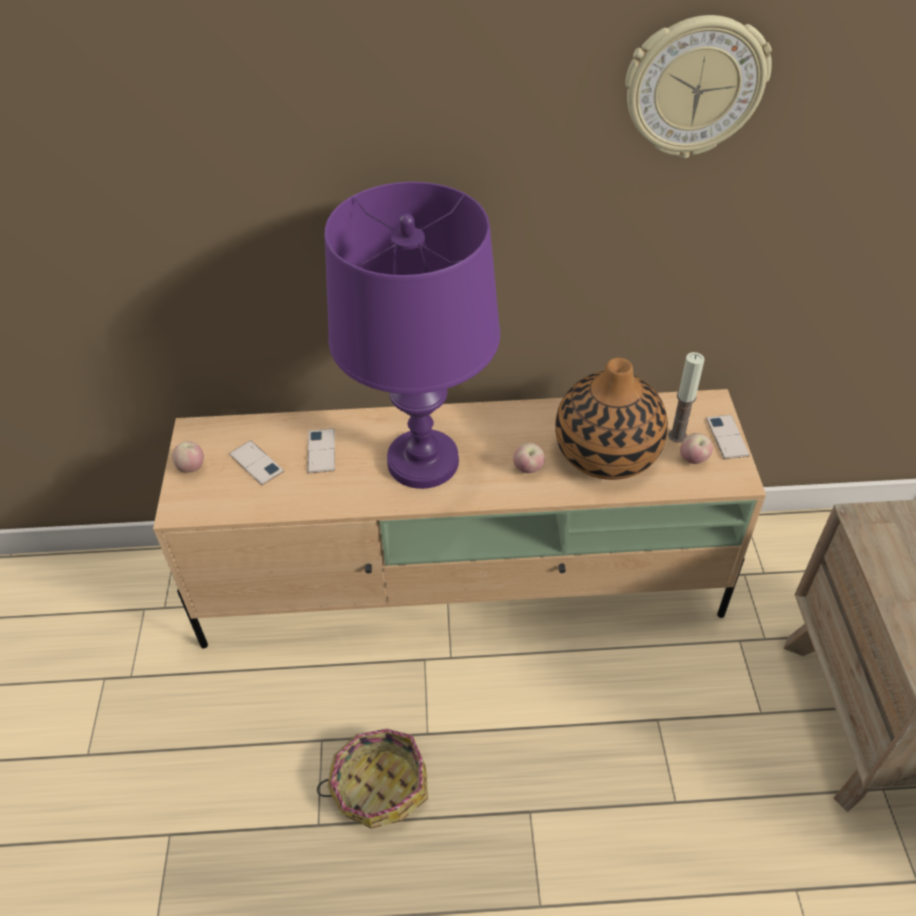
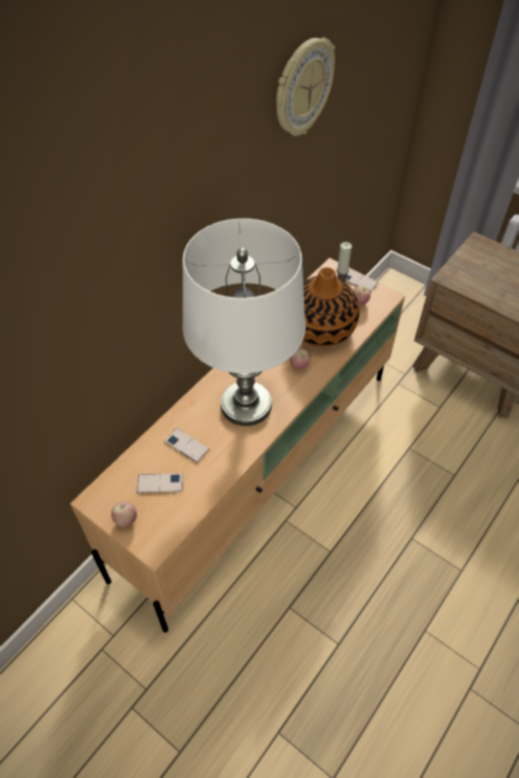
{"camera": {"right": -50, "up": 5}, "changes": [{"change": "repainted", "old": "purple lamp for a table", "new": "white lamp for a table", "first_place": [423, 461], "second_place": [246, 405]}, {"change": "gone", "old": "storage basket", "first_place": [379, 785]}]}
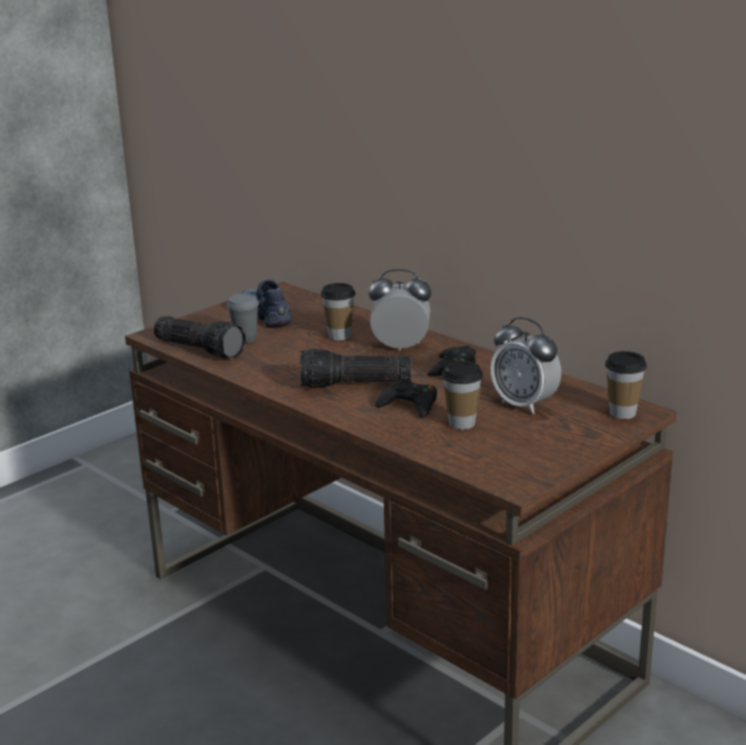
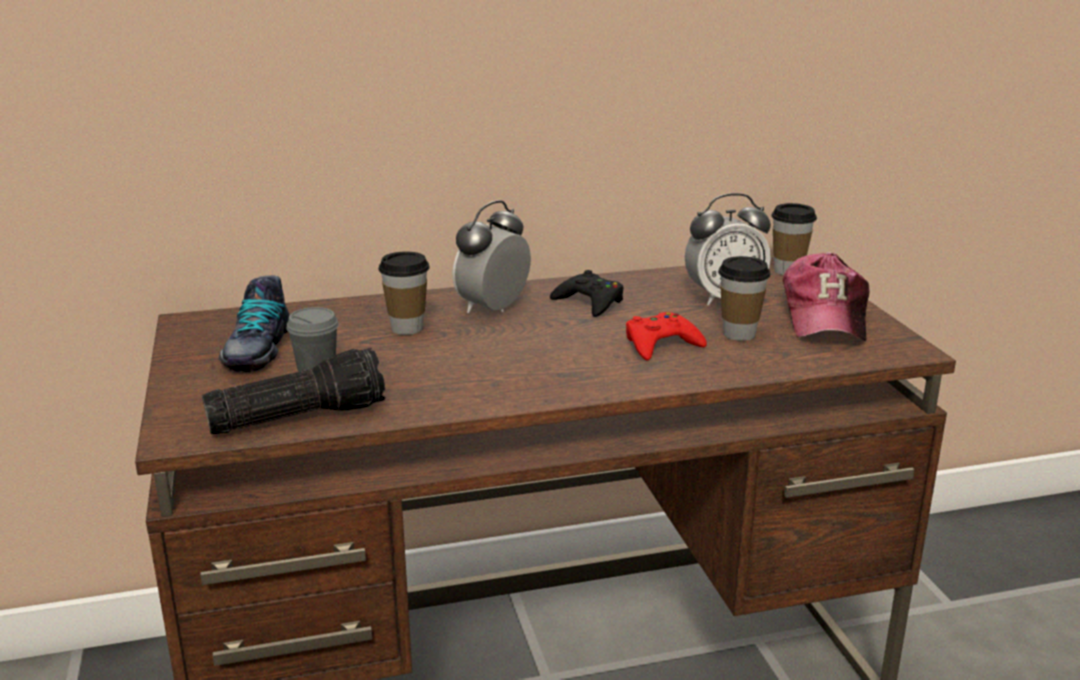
{"camera": {"right": -60, "up": 0}, "changes": [{"change": "rotated", "old": "low shoe", "first_place": [266, 314], "second_place": [256, 349], "degrees": -90}, {"change": "gone", "old": "hand torch", "first_place": [354, 385]}, {"change": "repainted", "old": "blackish gamepad", "new": "red gamepad", "first_place": [409, 405], "second_place": [661, 344]}, {"change": "new", "new": "peaked cap", "second_place": [825, 316]}]}
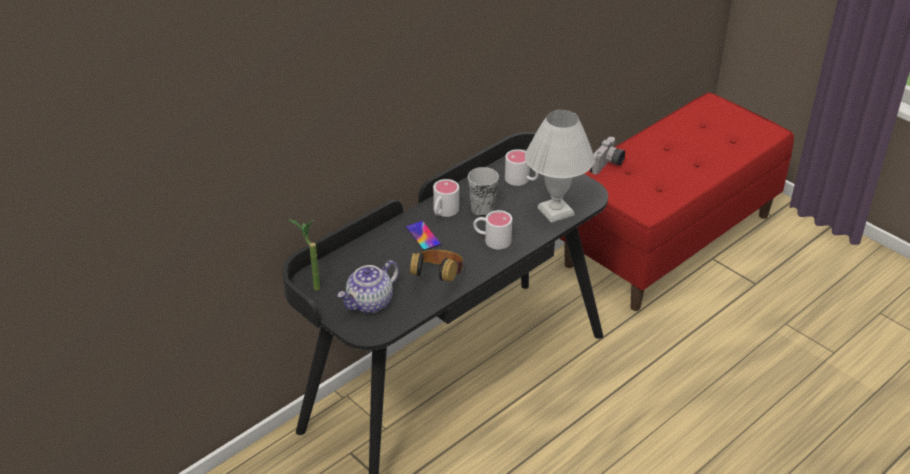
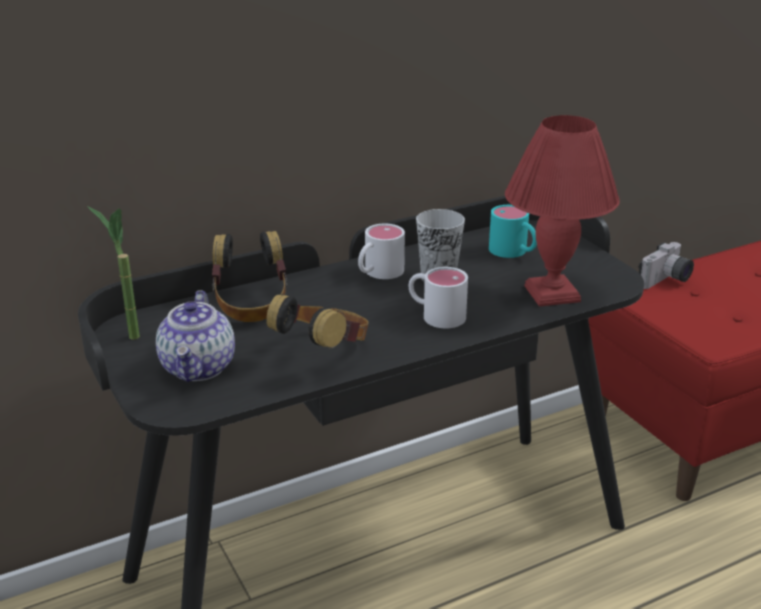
{"camera": {"right": 15, "up": -10}, "changes": [{"change": "repainted", "old": "white lamp for a table", "new": "red lamp for a table", "first_place": [556, 211], "second_place": [553, 293]}, {"change": "repainted", "old": "white tea mug", "new": "turquoise tea mug", "first_place": [522, 180], "second_place": [514, 252]}, {"change": "gone", "old": "telephone", "first_place": [423, 236]}, {"change": "rotated", "old": "pot for tea", "first_place": [370, 303], "second_place": [199, 368], "degrees": -60}, {"change": "new", "new": "headphones", "second_place": [251, 305]}]}
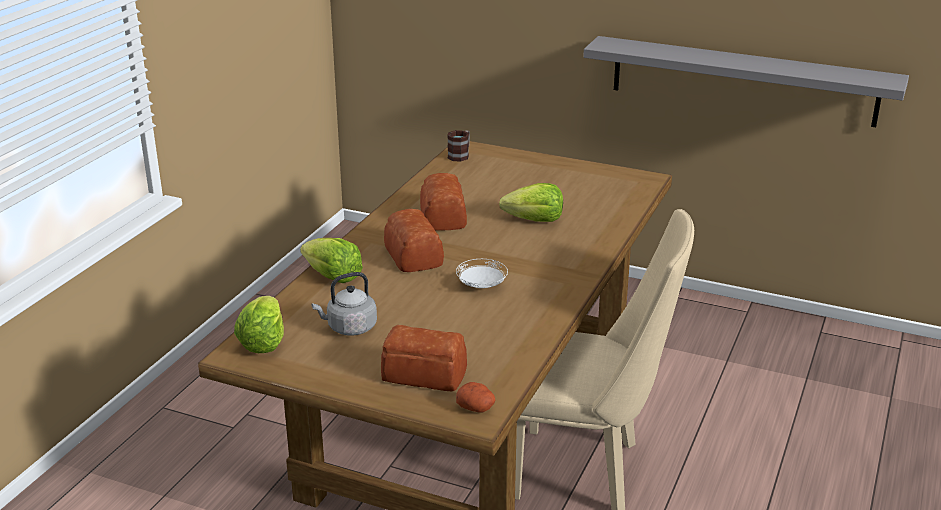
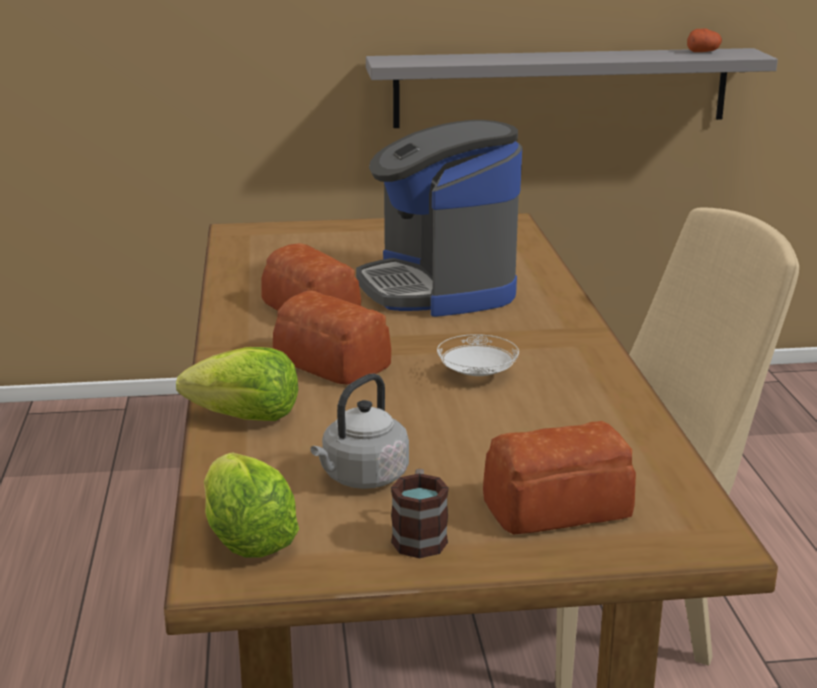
{"camera": {"right": -30, "up": -5}, "changes": [{"change": "shifted", "old": "tea mug", "first_place": [460, 155], "second_place": [419, 535]}, {"change": "swapped", "old": "head of lettuce", "new": "coffee machine", "first_place": [534, 220], "second_place": [438, 288]}, {"change": "shifted", "old": "spud", "first_place": [476, 408], "second_place": [703, 51]}]}
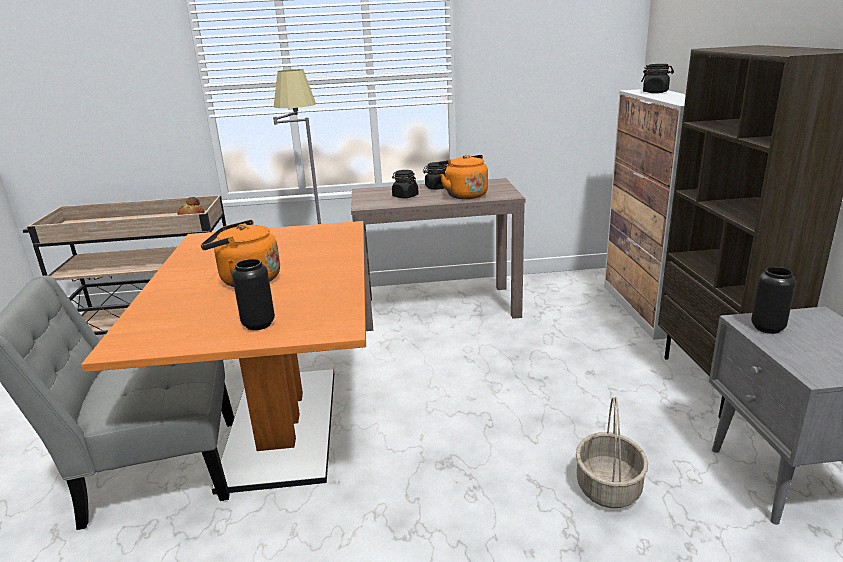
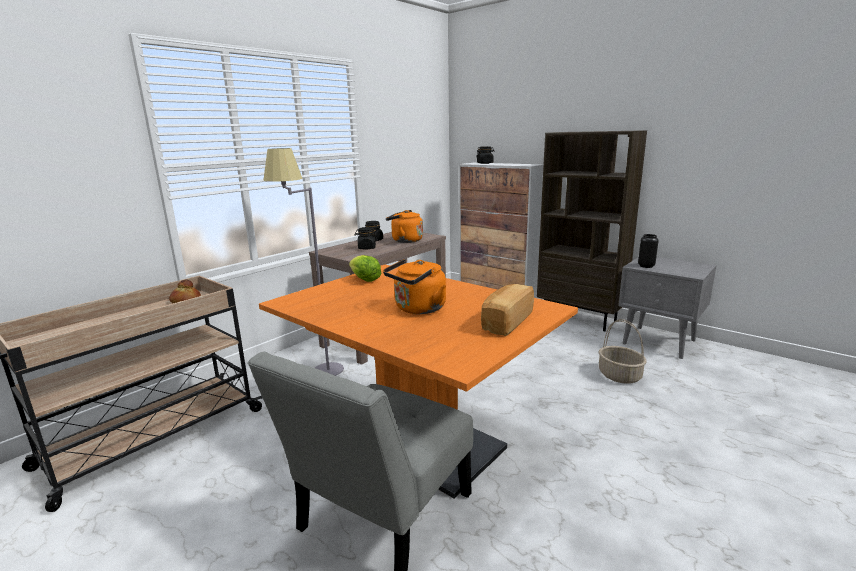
{"camera": {"right": -45, "up": -5}, "changes": [{"change": "swapped", "old": "blackish vase", "new": "bread", "first_place": [258, 324], "second_place": [505, 322]}, {"change": "new", "new": "head of lettuce", "second_place": [365, 280]}]}
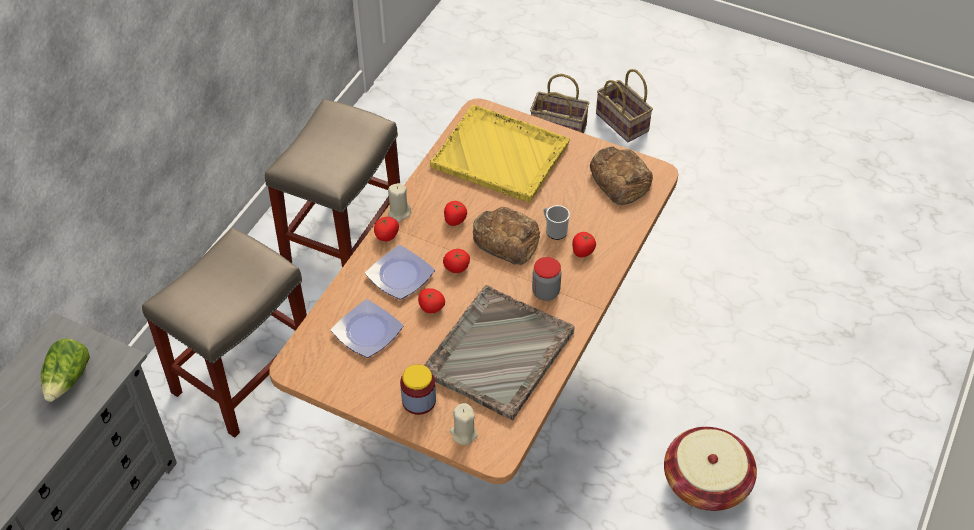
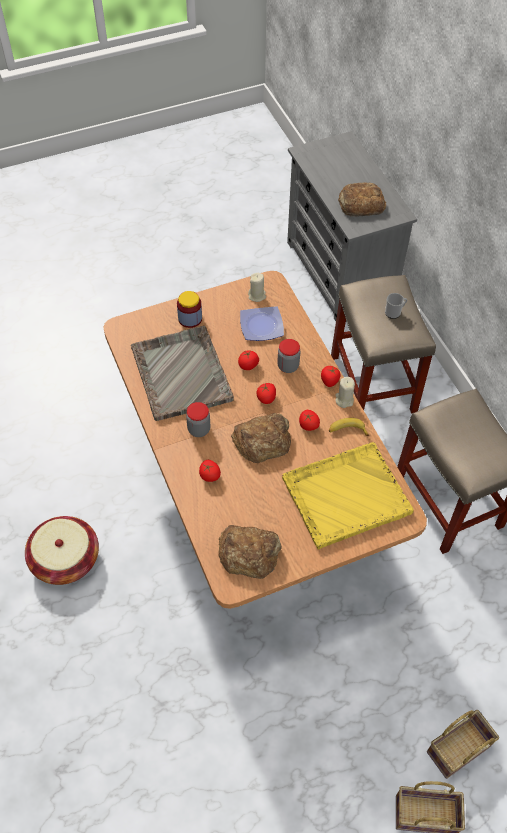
{"camera": {"right": 130, "up": 5}, "changes": [{"change": "shifted", "old": "tea mug", "first_place": [554, 230], "second_place": [394, 312]}, {"change": "swapped", "old": "dinner plate", "new": "preserve jar", "first_place": [400, 277], "second_place": [288, 366]}, {"change": "swapped", "old": "head of lettuce", "new": "bread", "first_place": [68, 379], "second_place": [360, 204]}, {"change": "shifted", "old": "sand-coloured candle", "first_place": [463, 433], "second_place": [257, 295]}, {"change": "new", "new": "banana fruit", "second_place": [347, 430]}]}
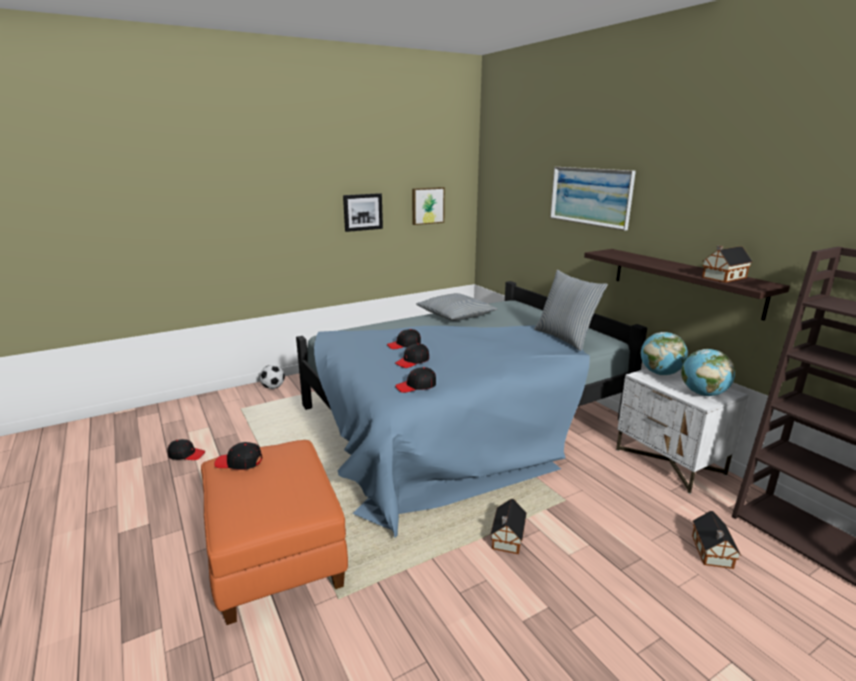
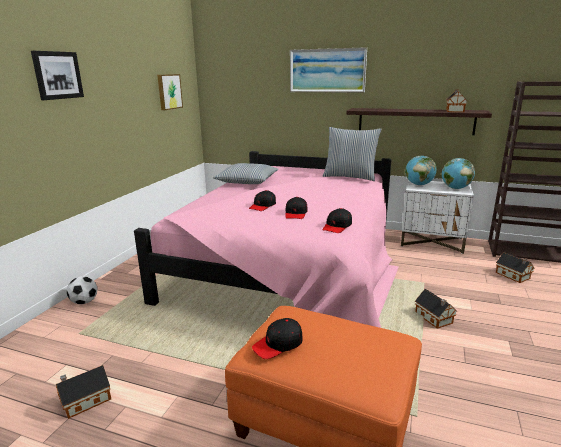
{"camera": {"right": -40, "up": 0}, "changes": [{"change": "shifted", "old": "wall picture", "first_place": [362, 212], "second_place": [57, 75]}, {"change": "repainted", "old": "blue bedroom bed", "new": "pinkish bedroom bed", "first_place": [460, 420], "second_place": [292, 264]}, {"change": "swapped", "old": "blackish peaked cap", "new": "model house", "first_place": [186, 454], "second_place": [84, 401]}]}
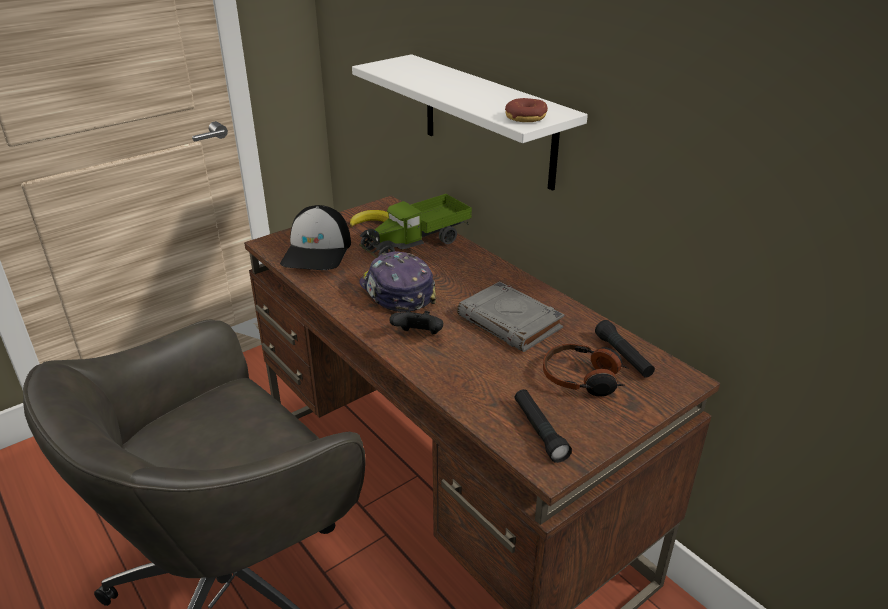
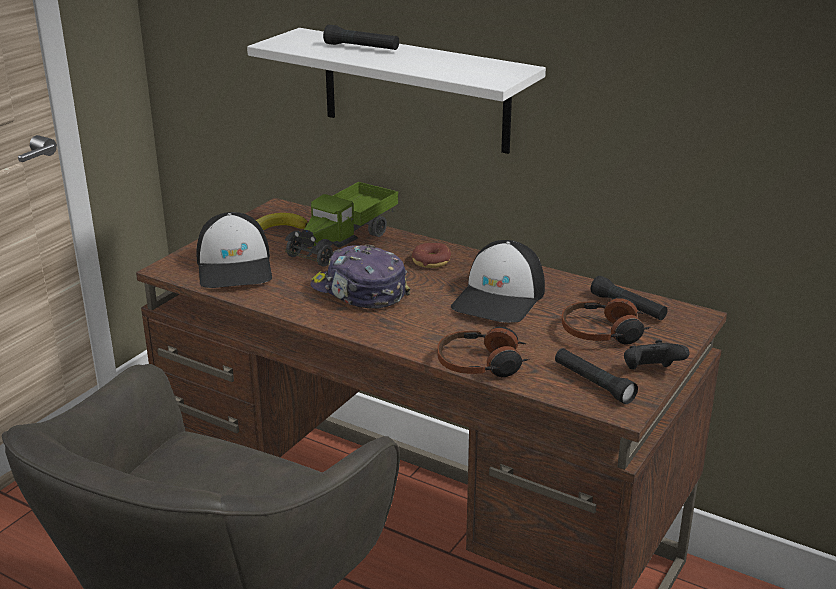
{"camera": {"right": -20, "up": -5}, "changes": [{"change": "shifted", "old": "donut", "first_place": [525, 117], "second_place": [431, 262]}, {"change": "swapped", "old": "grey volume", "new": "peaked cap", "first_place": [510, 322], "second_place": [500, 298]}, {"change": "shifted", "old": "blackish gamepad", "first_place": [418, 336], "second_place": [650, 372]}, {"change": "new", "new": "blackish hand torch", "second_place": [361, 48]}, {"change": "new", "new": "headphones", "second_place": [482, 364]}]}
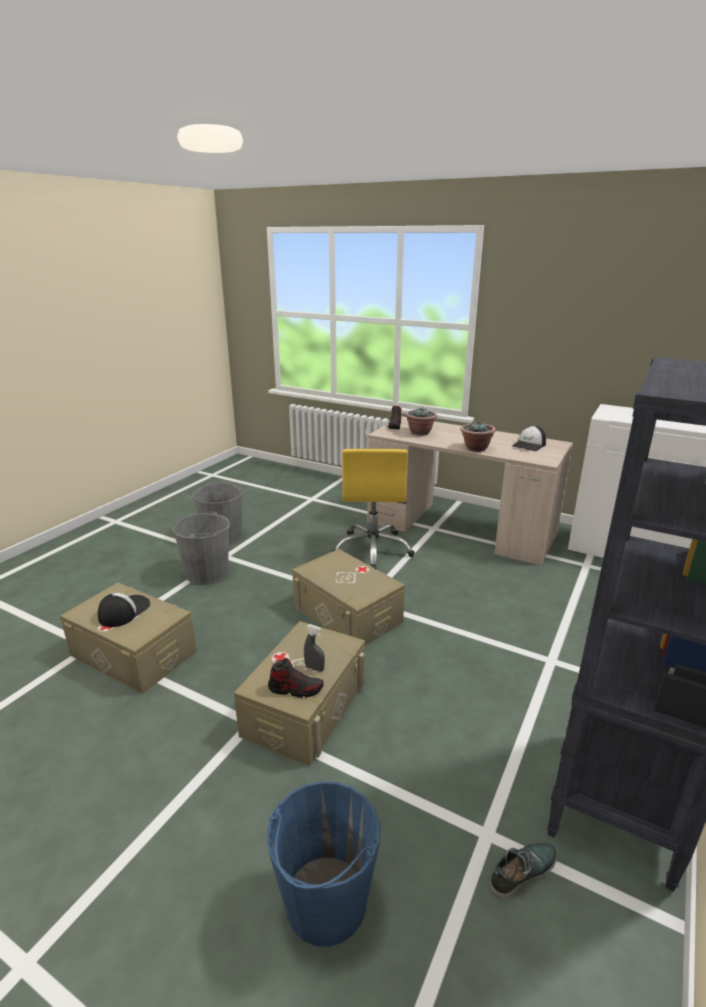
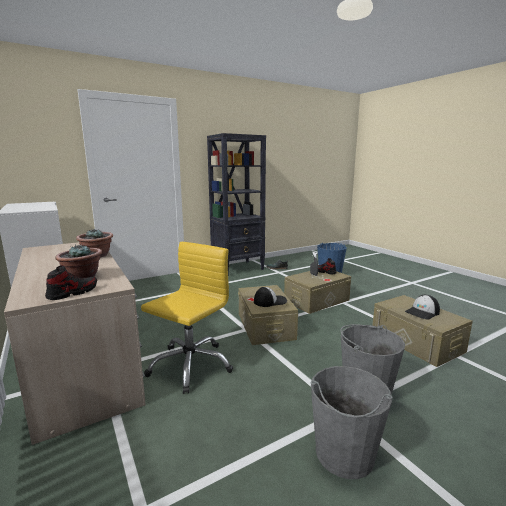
{"camera": {"right": -150, "up": -10}, "changes": [{"change": "shifted", "old": "peaked cap", "first_place": [529, 445], "second_place": [270, 301]}]}
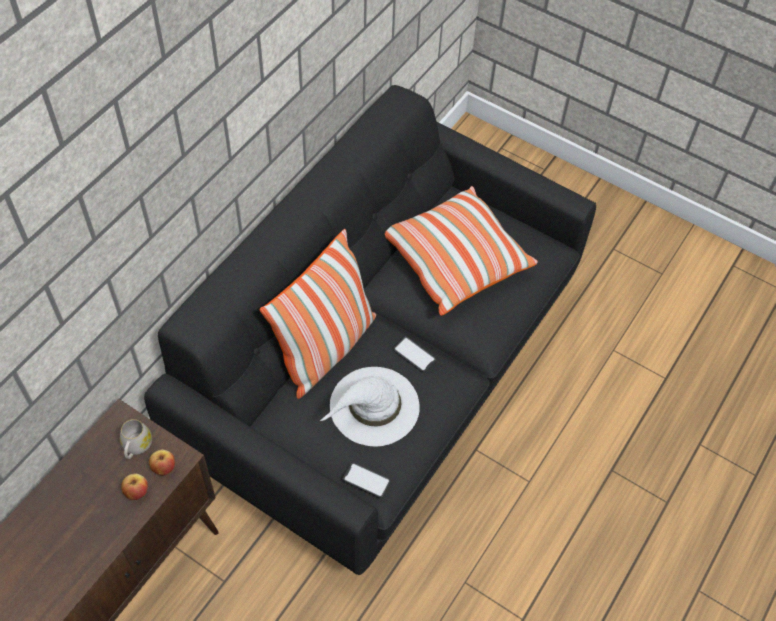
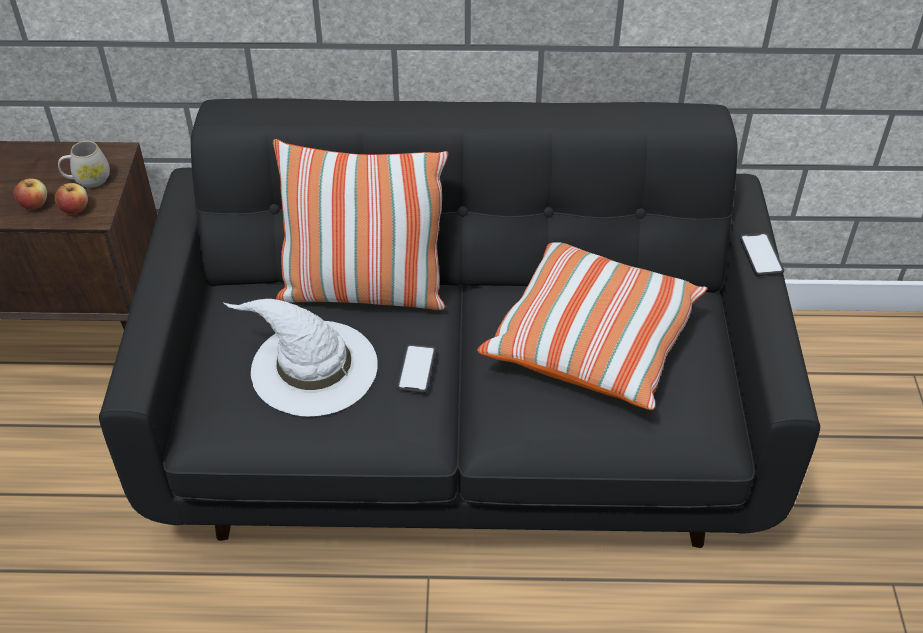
{"camera": {"right": 60, "up": -10}, "changes": [{"change": "shifted", "old": "telephone", "first_place": [366, 480], "second_place": [761, 255]}]}
